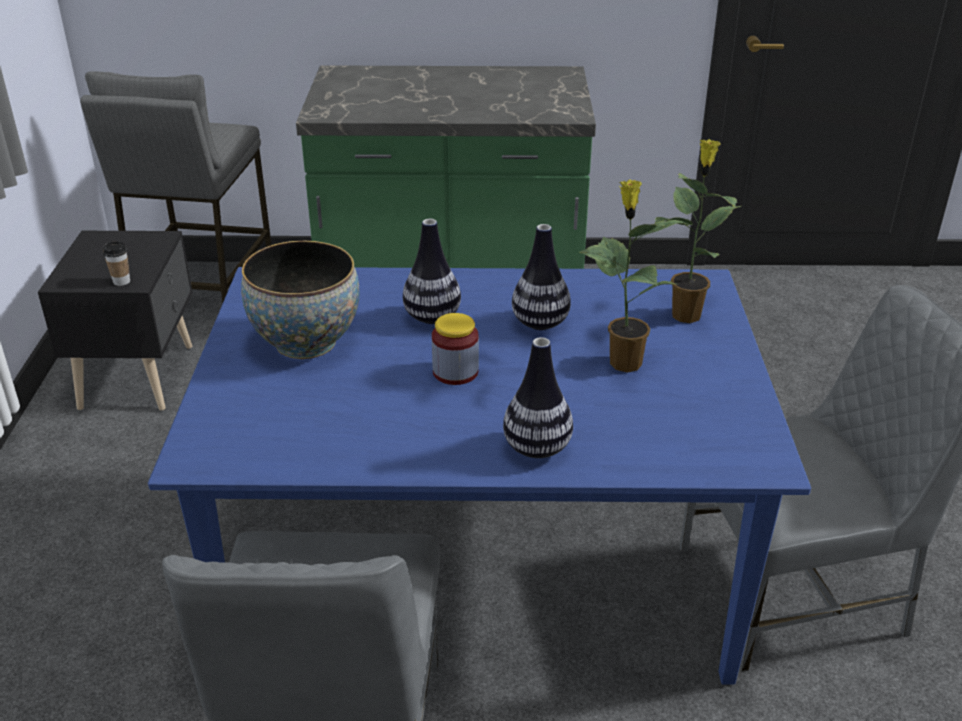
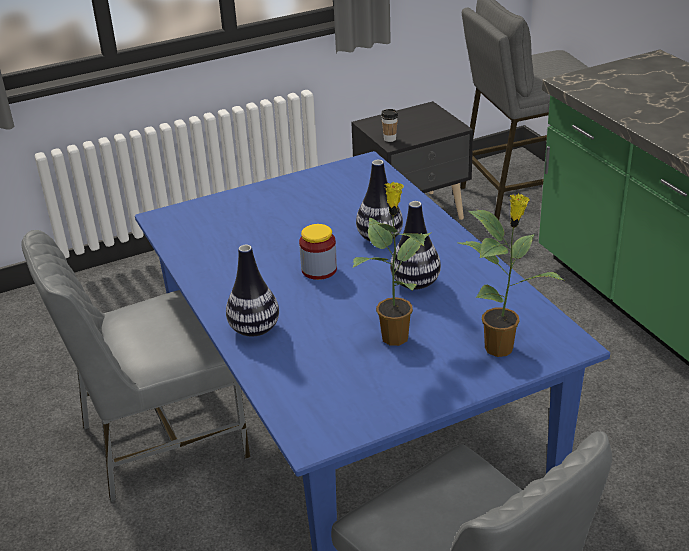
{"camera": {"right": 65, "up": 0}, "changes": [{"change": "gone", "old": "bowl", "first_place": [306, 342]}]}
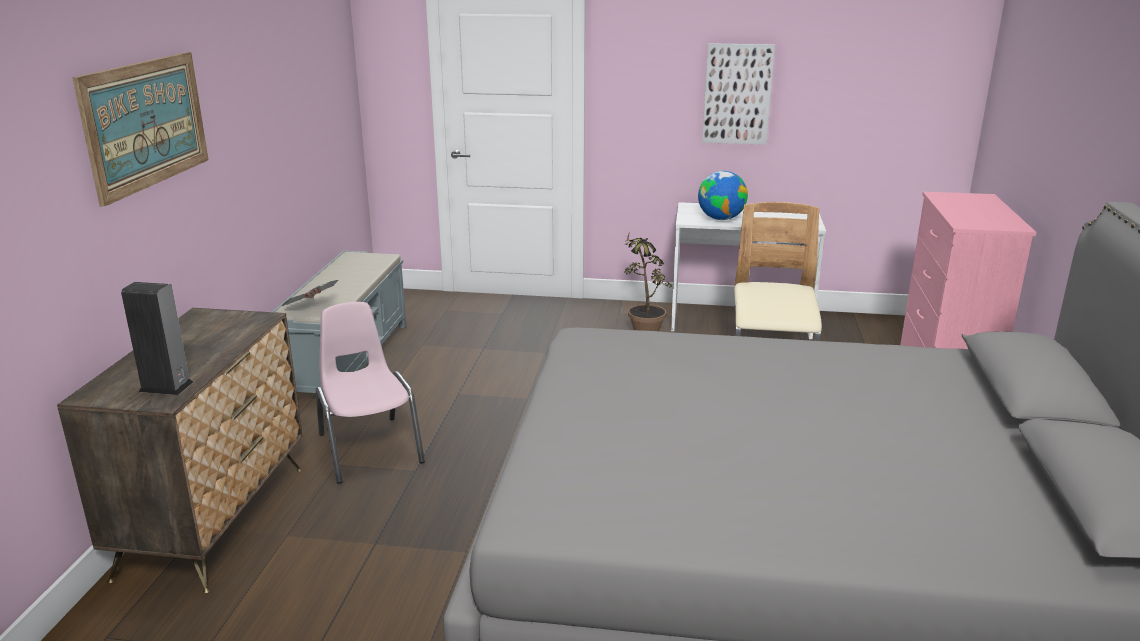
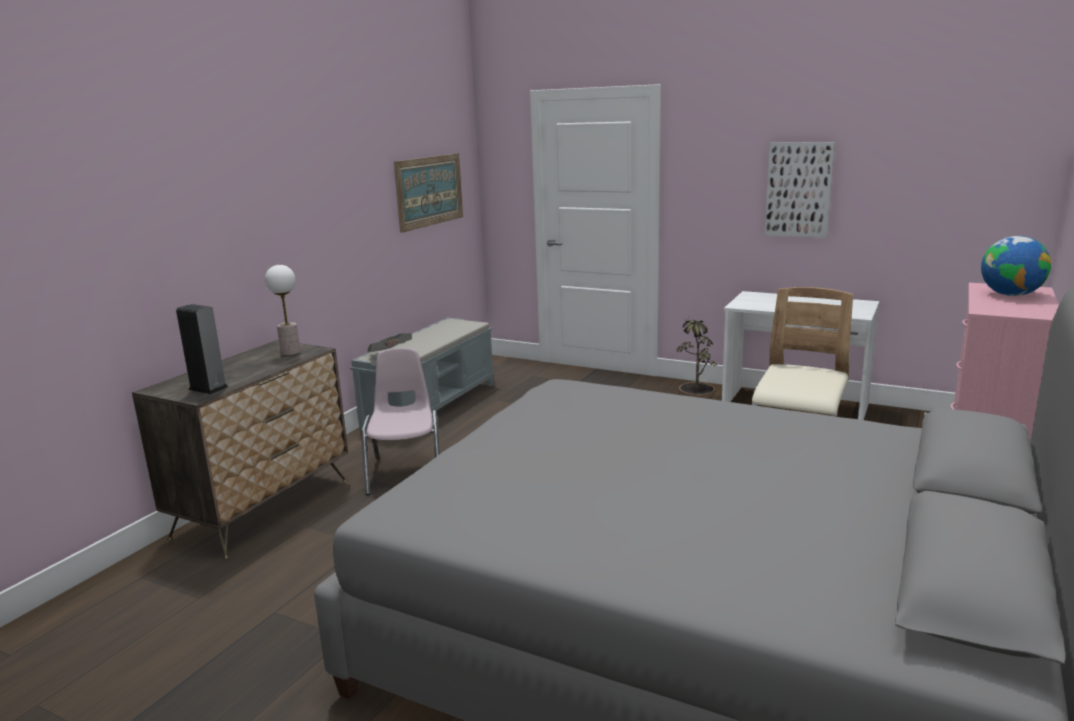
{"camera": {"right": 20, "up": -5}, "changes": [{"change": "shifted", "old": "wall picture", "first_place": [146, 123], "second_place": [429, 191]}, {"change": "shifted", "old": "globe", "first_place": [720, 219], "second_place": [1010, 295]}, {"change": "new", "new": "lamp for a table", "second_place": [290, 352]}]}
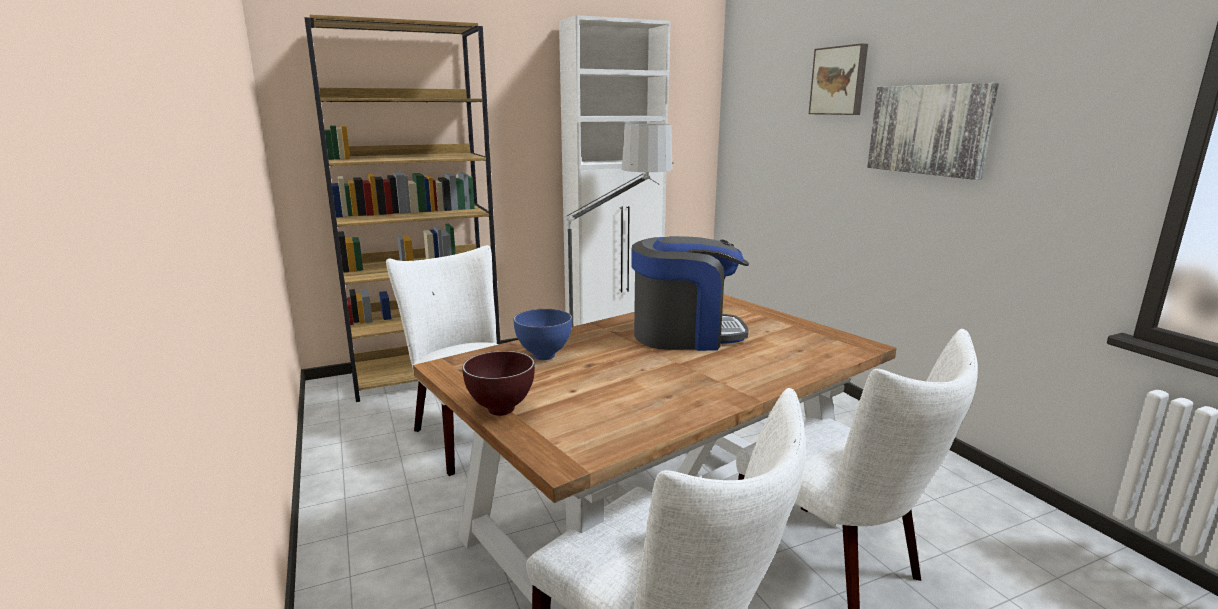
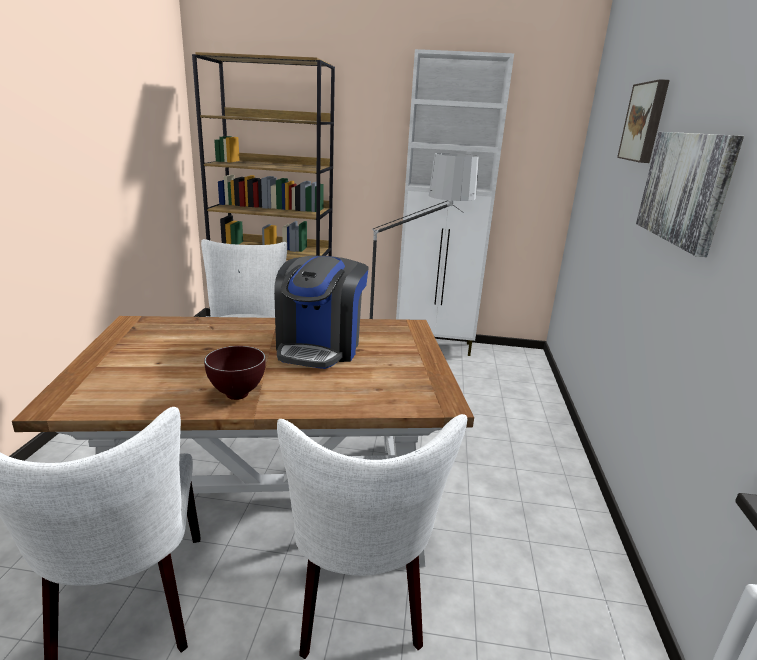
{"camera": {"right": 30, "up": 5}, "changes": [{"change": "rotated", "old": "coffee machine", "first_place": [685, 334], "second_place": [320, 347], "degrees": 75}, {"change": "gone", "old": "blue bowl", "first_place": [542, 357]}, {"change": "shifted", "old": "brown-coloured bowl", "first_place": [503, 410], "second_place": [238, 395]}]}
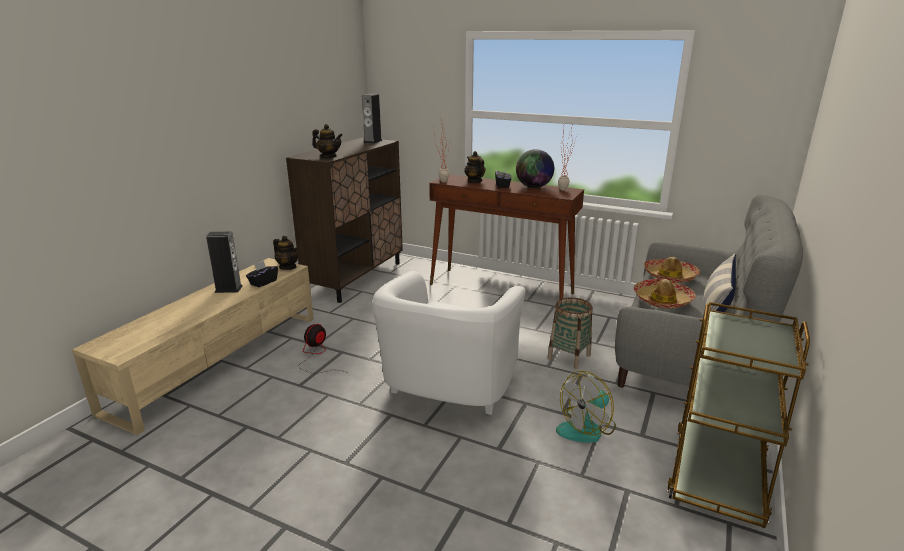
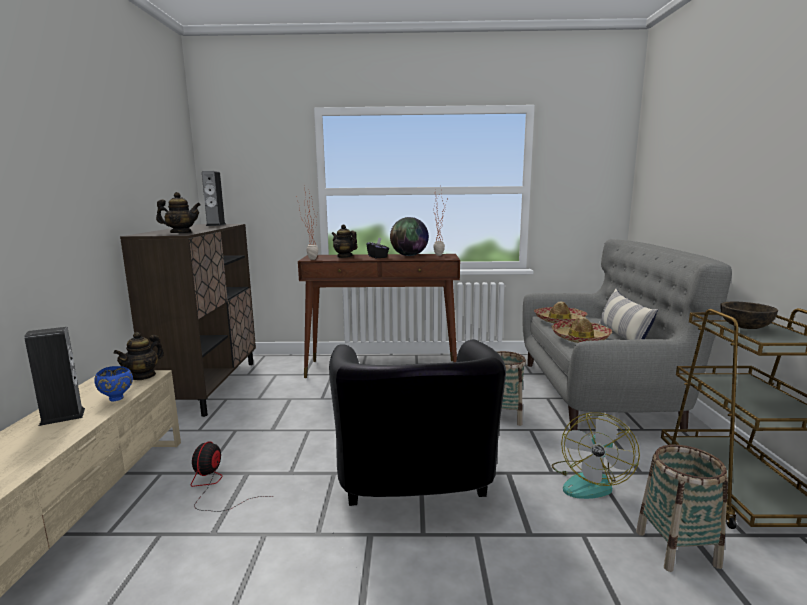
{"camera": {"right": -25, "up": -10}, "changes": [{"change": "rotated", "old": "pot for tea", "first_place": [288, 267], "second_place": [143, 375], "degrees": 105}, {"change": "swapped", "old": "blackish tissue box", "new": "blue bowl", "first_place": [263, 282], "second_place": [117, 398]}, {"change": "repainted", "old": "white armchair", "new": "blackish armchair", "first_place": [447, 390], "second_place": [414, 483]}, {"change": "new", "new": "brown-coloured bowl", "second_place": [744, 327]}, {"change": "new", "new": "storage basket", "second_place": [677, 549]}]}
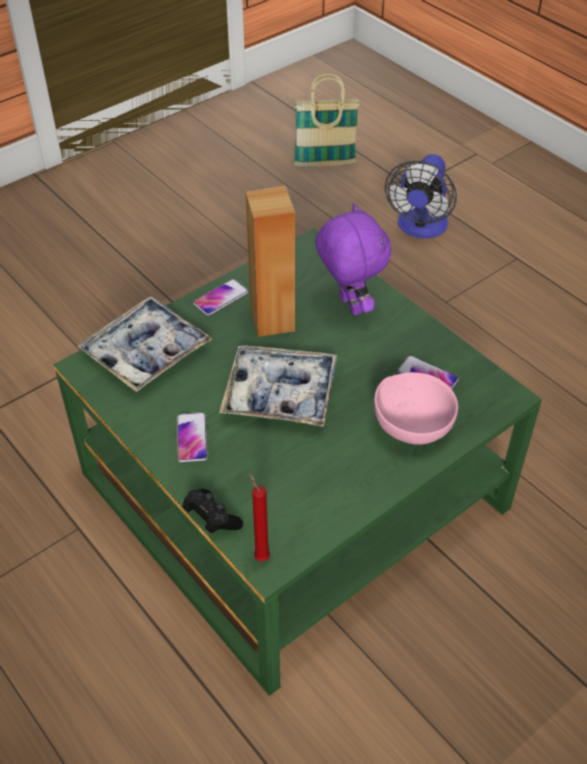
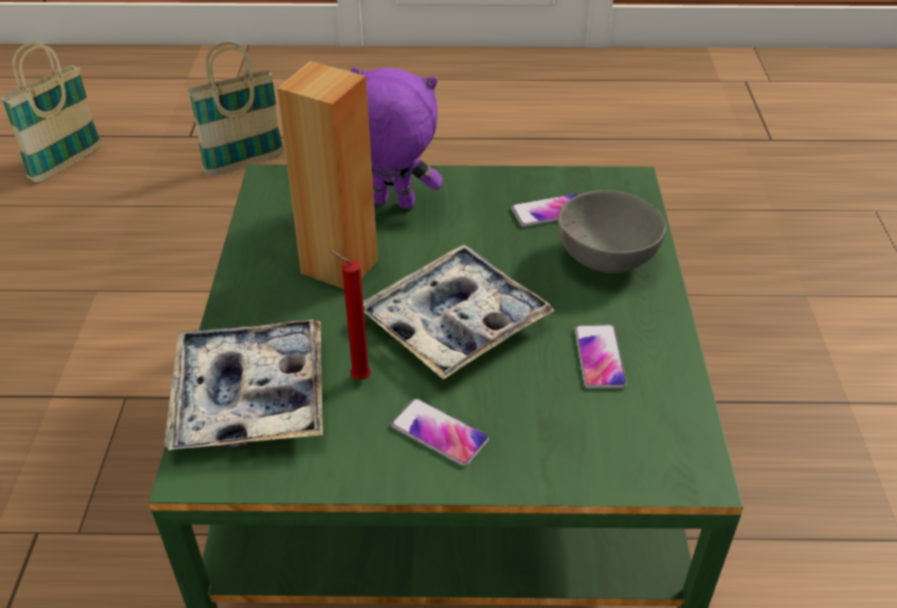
{"camera": {"right": -50, "up": -5}, "changes": [{"change": "swapped", "old": "electric fan", "new": "storage basket", "first_place": [420, 228], "second_place": [244, 163]}, {"change": "shifted", "old": "telephone", "first_place": [221, 298], "second_place": [599, 357]}, {"change": "repainted", "old": "pinkish bowl", "new": "grey bowl", "first_place": [411, 425], "second_place": [603, 257]}, {"change": "shifted", "old": "red candle", "first_place": [260, 556], "second_place": [357, 378]}, {"change": "gone", "old": "blackish gamepad", "first_place": [211, 518]}]}
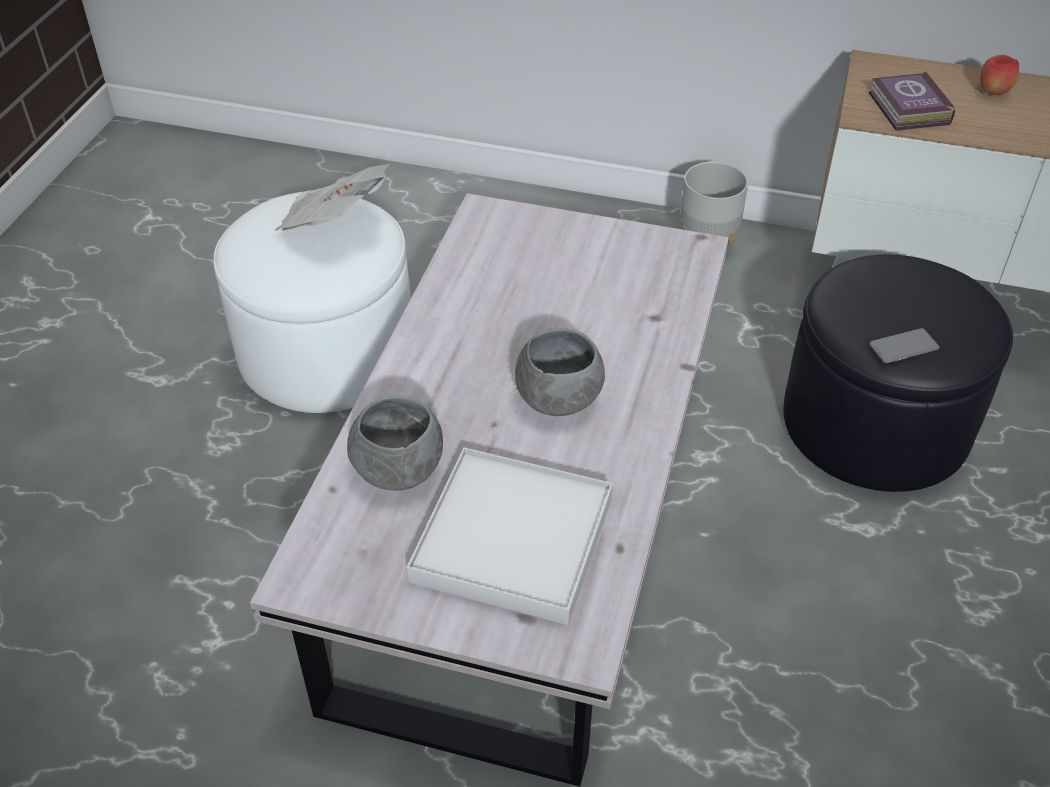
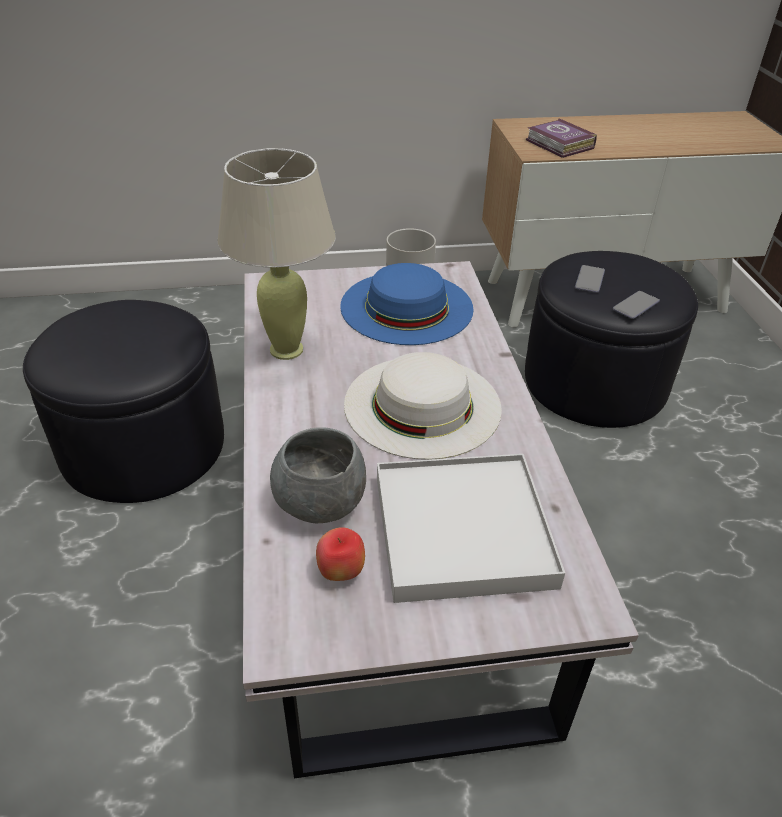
{"camera": {"right": -25, "up": -5}, "changes": [{"change": "shifted", "old": "whole apple", "first_place": [993, 92], "second_place": [341, 572]}, {"change": "gone", "old": "printed paper", "first_place": [335, 223]}, {"change": "repainted", "old": "white pouffe", "new": "blackish pouffe", "first_place": [326, 351], "second_place": [143, 445]}, {"change": "swapped", "old": "grey bowl", "new": "white hat", "first_place": [558, 399], "second_place": [422, 405]}, {"change": "new", "new": "sand-coloured lamp for a table", "second_place": [286, 350]}, {"change": "new", "new": "blue hat", "second_place": [407, 307]}, {"change": "new", "new": "telephone", "second_place": [589, 280]}]}
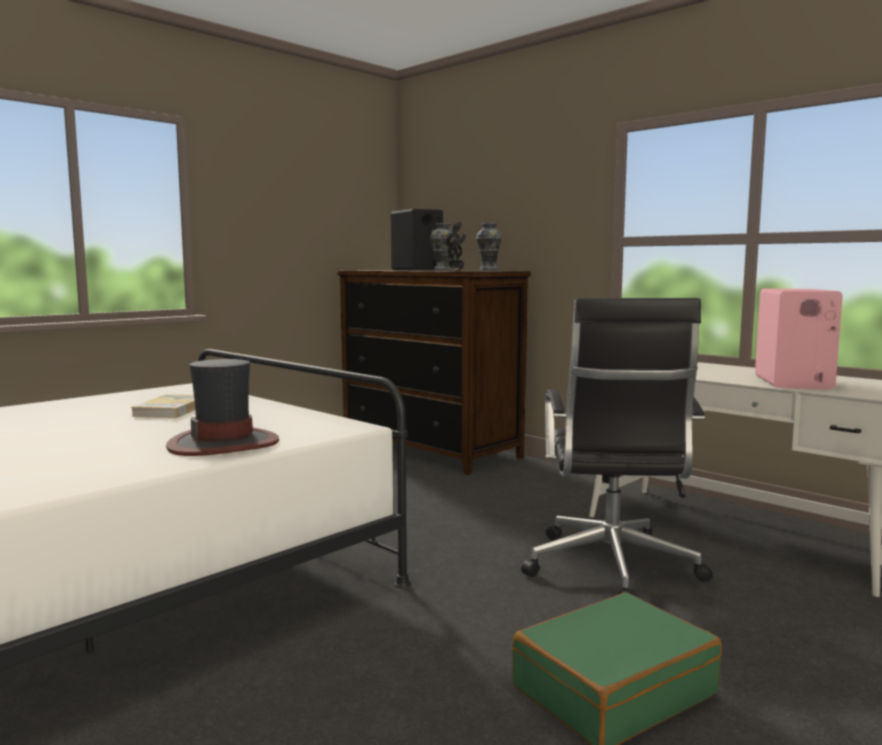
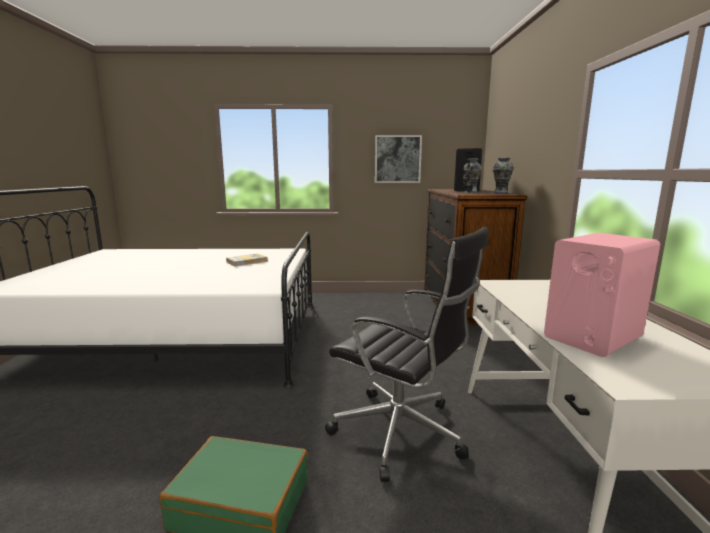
{"camera": {"right": 45, "up": 5}, "changes": [{"change": "rotated", "old": "blackish computer chair", "first_place": [611, 569], "second_place": [402, 433], "degrees": -105}, {"change": "gone", "old": "hat", "first_place": [224, 444]}, {"change": "new", "new": "wall picture", "second_place": [397, 159]}]}
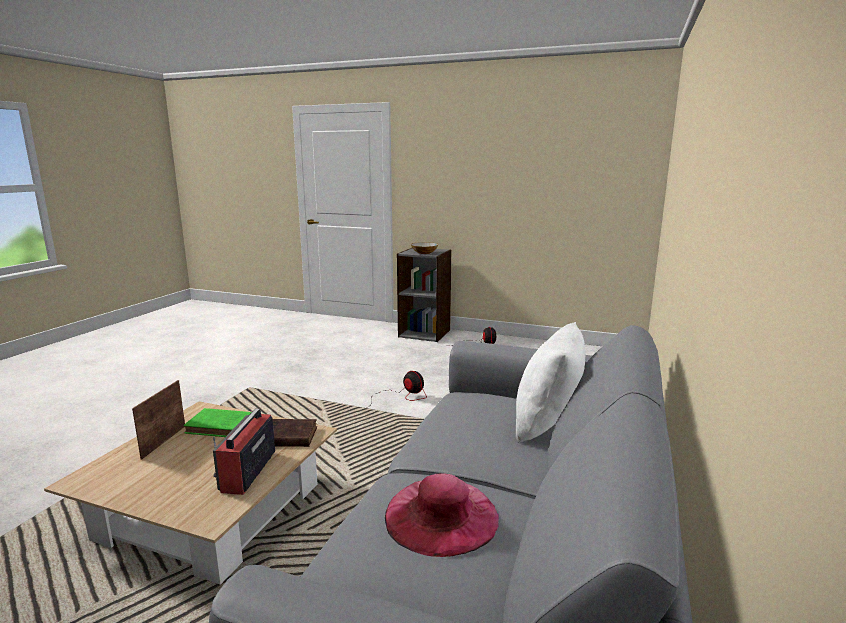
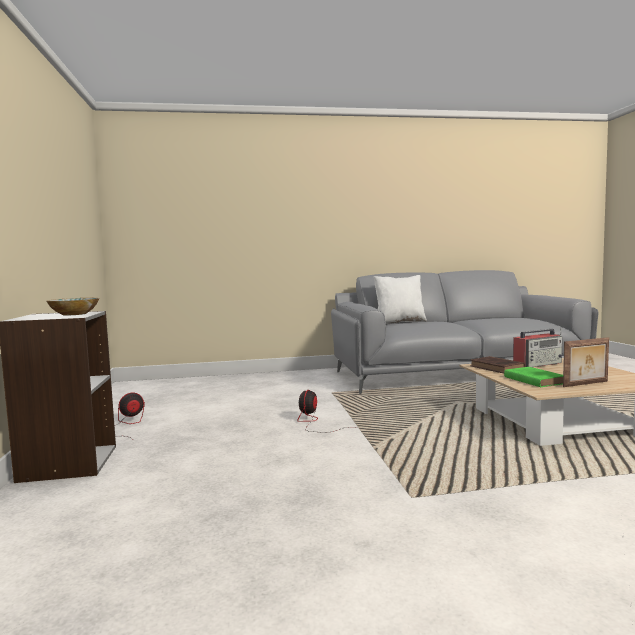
{"camera": {"right": -120, "up": -10}, "changes": [{"change": "gone", "old": "pinkish hat", "first_place": [441, 515]}]}
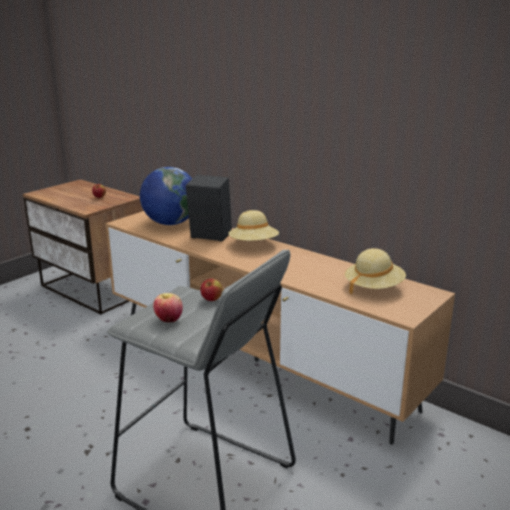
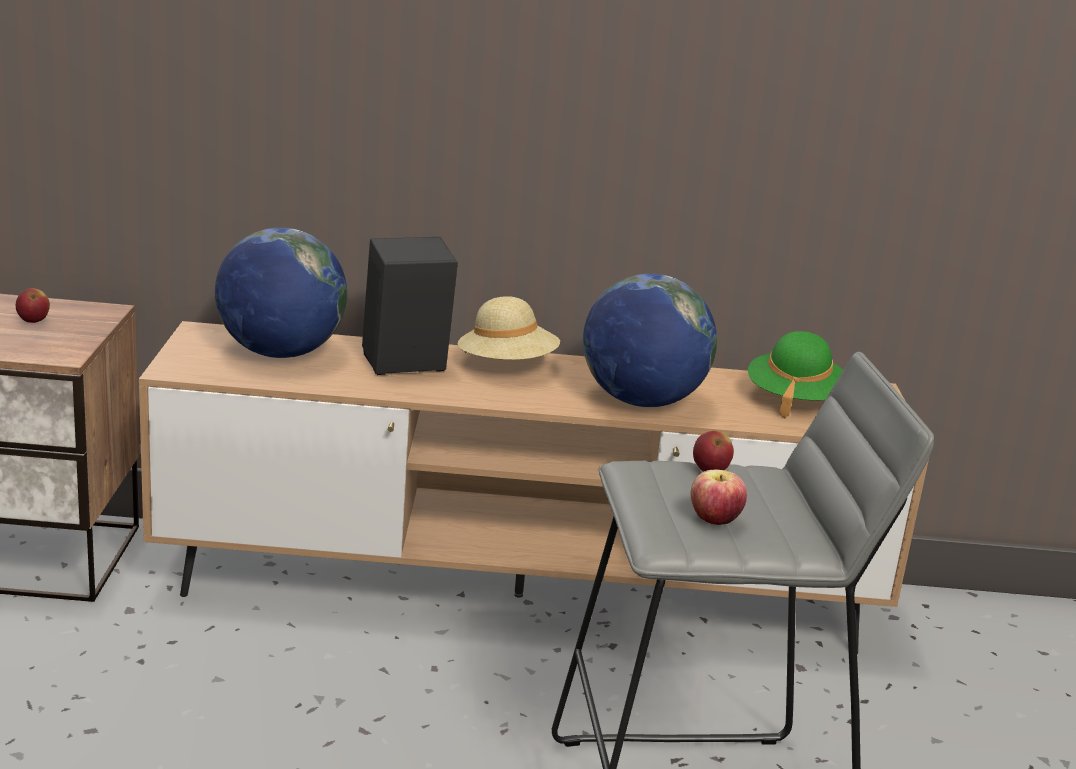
{"camera": {"right": -40, "up": 0}, "changes": [{"change": "repainted", "old": "sand-coloured hat", "new": "green-coloured hat", "first_place": [373, 287], "second_place": [794, 400]}, {"change": "new", "new": "globe", "second_place": [641, 401]}]}
